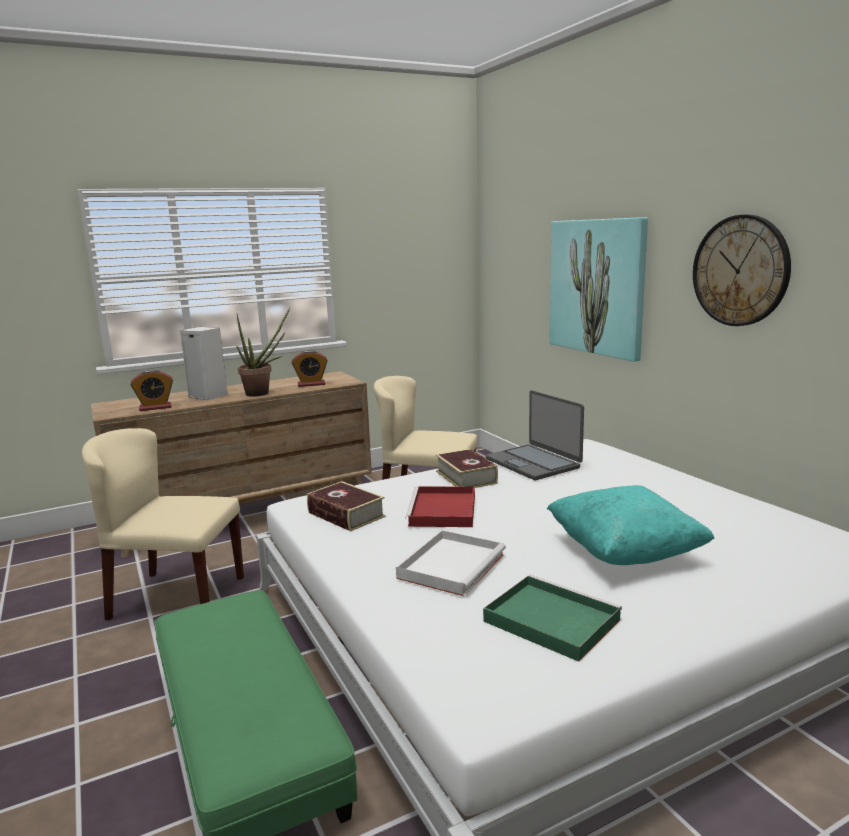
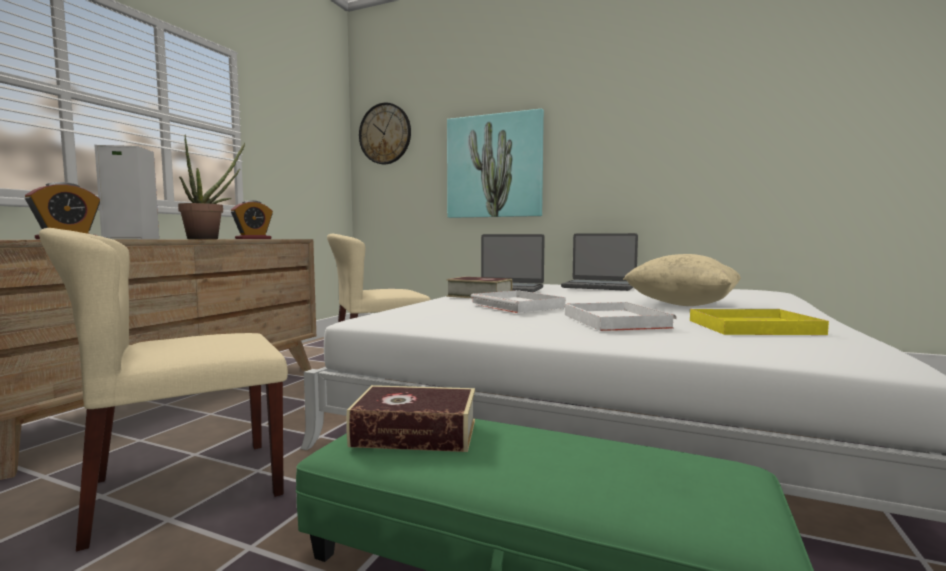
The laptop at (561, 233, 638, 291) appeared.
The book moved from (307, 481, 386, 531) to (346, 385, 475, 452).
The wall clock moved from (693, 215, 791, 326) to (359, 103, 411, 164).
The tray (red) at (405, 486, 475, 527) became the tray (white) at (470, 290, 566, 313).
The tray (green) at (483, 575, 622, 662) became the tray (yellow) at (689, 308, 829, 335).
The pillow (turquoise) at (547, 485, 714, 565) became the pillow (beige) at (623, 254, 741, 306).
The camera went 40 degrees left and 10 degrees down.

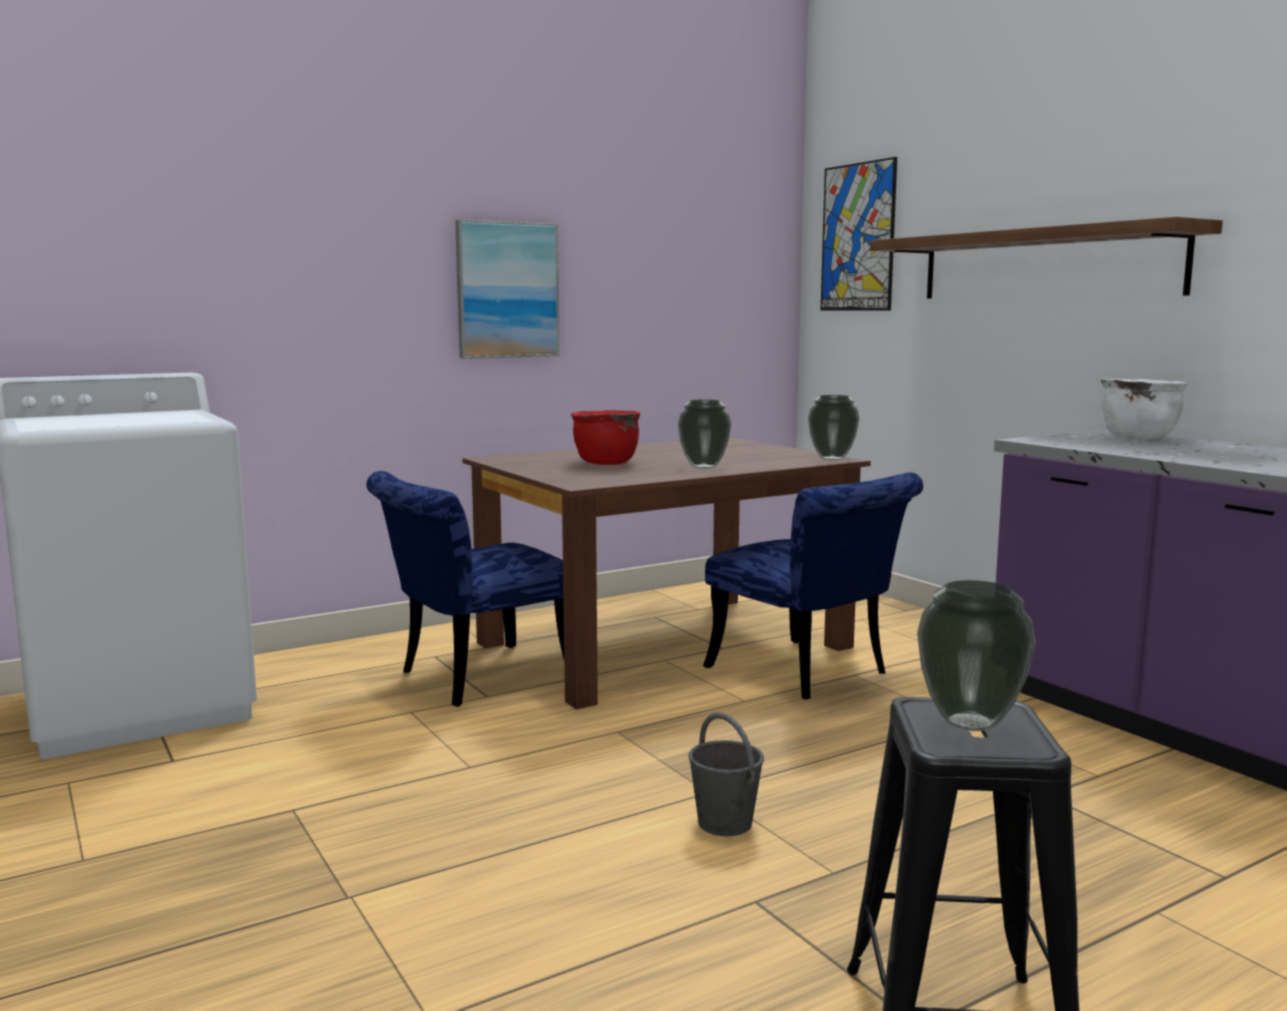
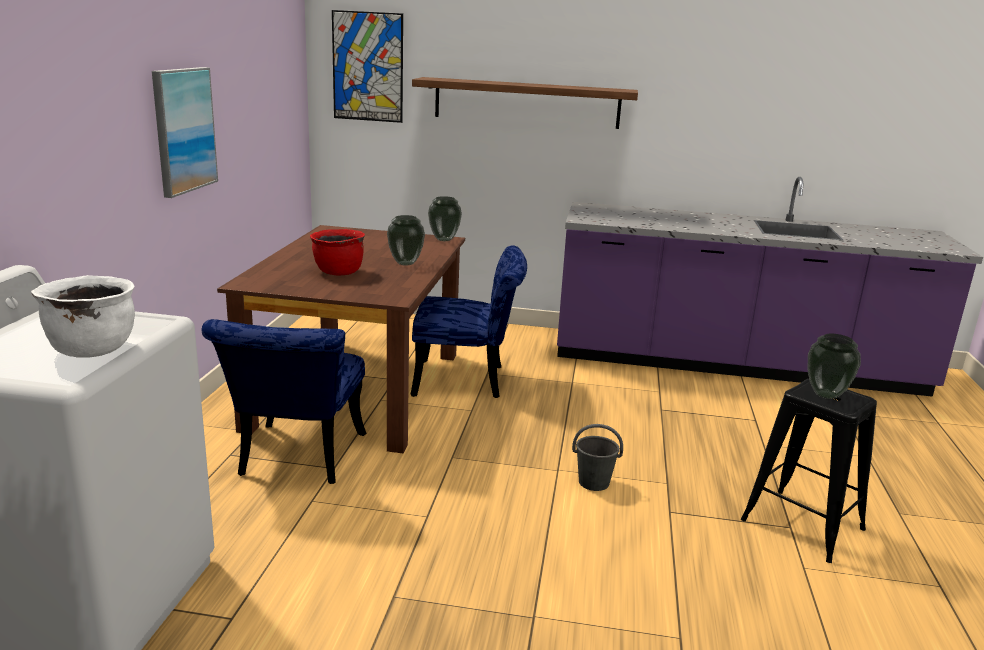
The cooking pot (white) moved from (1101, 379, 1187, 439) to (31, 275, 135, 358).
The camera went 50 degrees left and 10 degrees up.

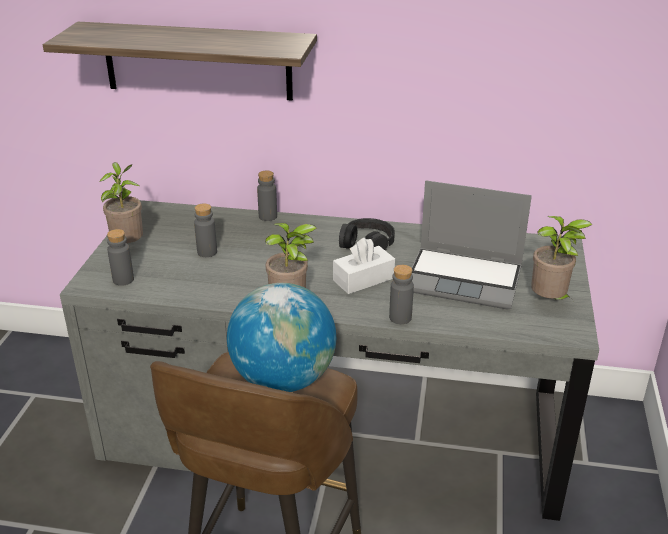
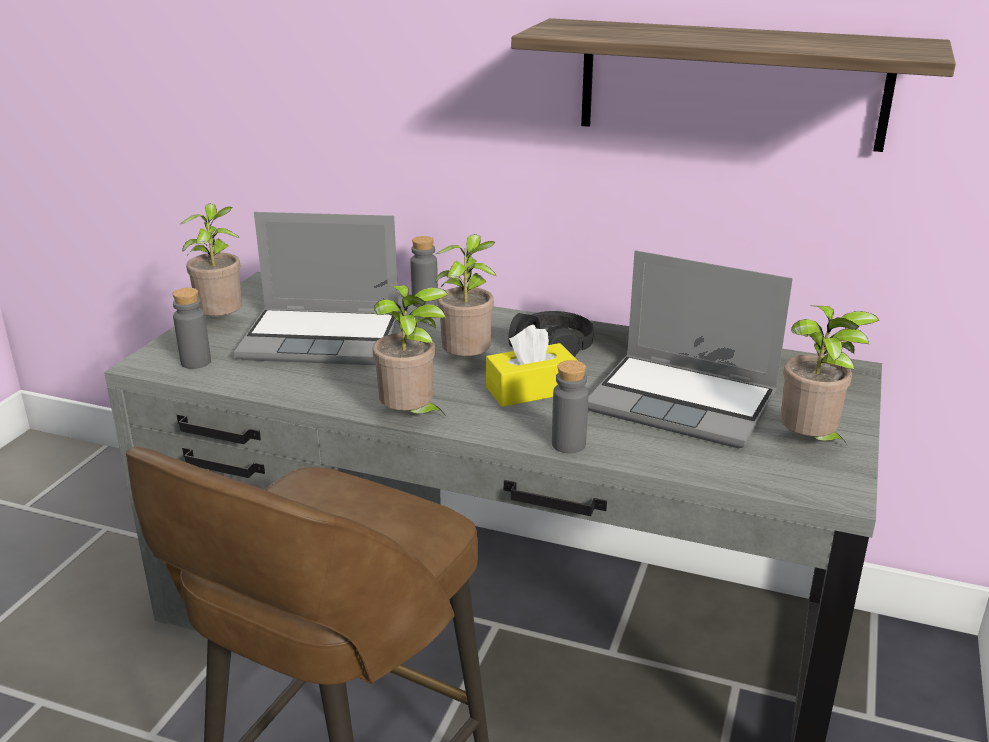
The globe at (227, 283, 336, 392) disappeared.
The potted plant at (435, 234, 497, 356) appeared.
The shelf moved from (43, 22, 317, 101) to (511, 18, 956, 152).
The bottle (grey) at (194, 204, 217, 257) was replaced by the laptop at (234, 212, 398, 365).
The tissue box (white) at (333, 238, 395, 294) became the tissue box (yellow) at (486, 325, 578, 407).
The camera went 10 degrees right and 5 degrees down.

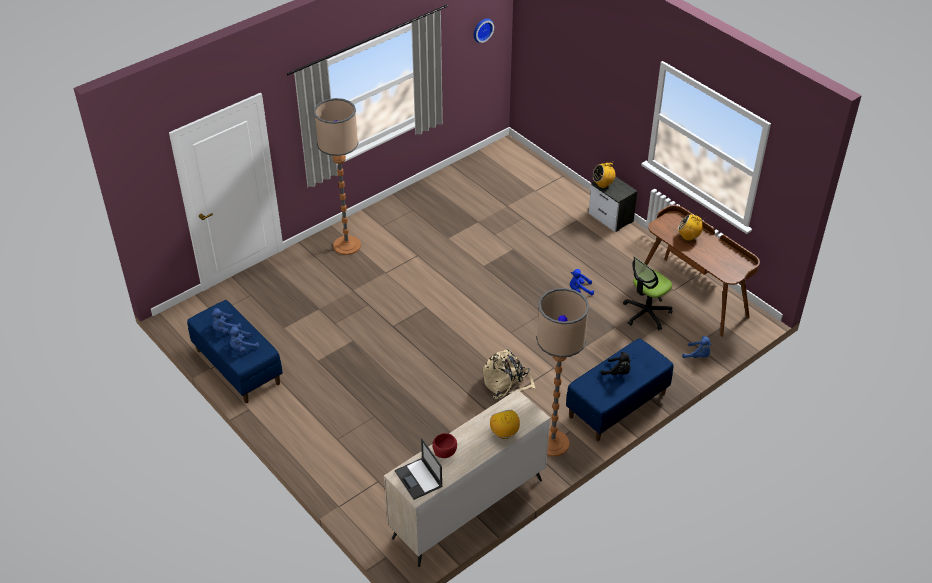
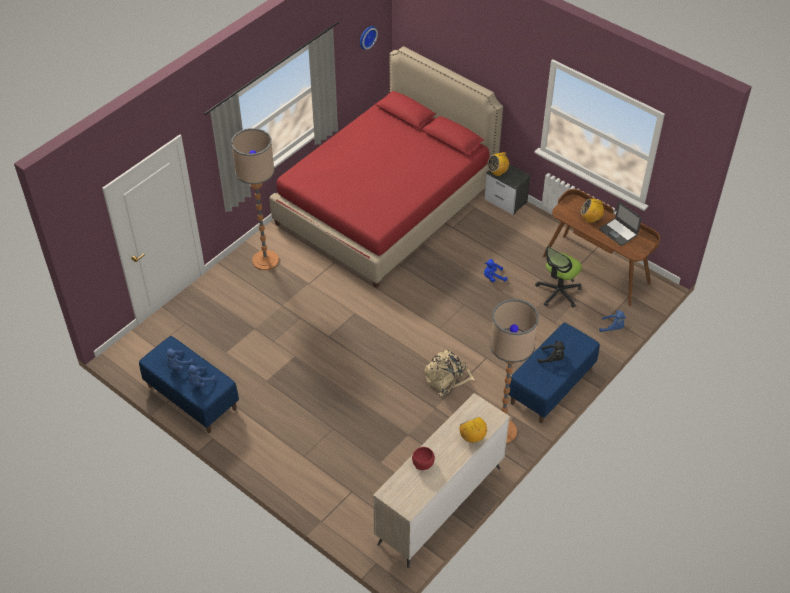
The bed (red) at (269, 46, 503, 288) appeared.
The laptop moved from (395, 438, 443, 500) to (599, 201, 642, 246).
The camera went 10 degrees left and 5 degrees up.

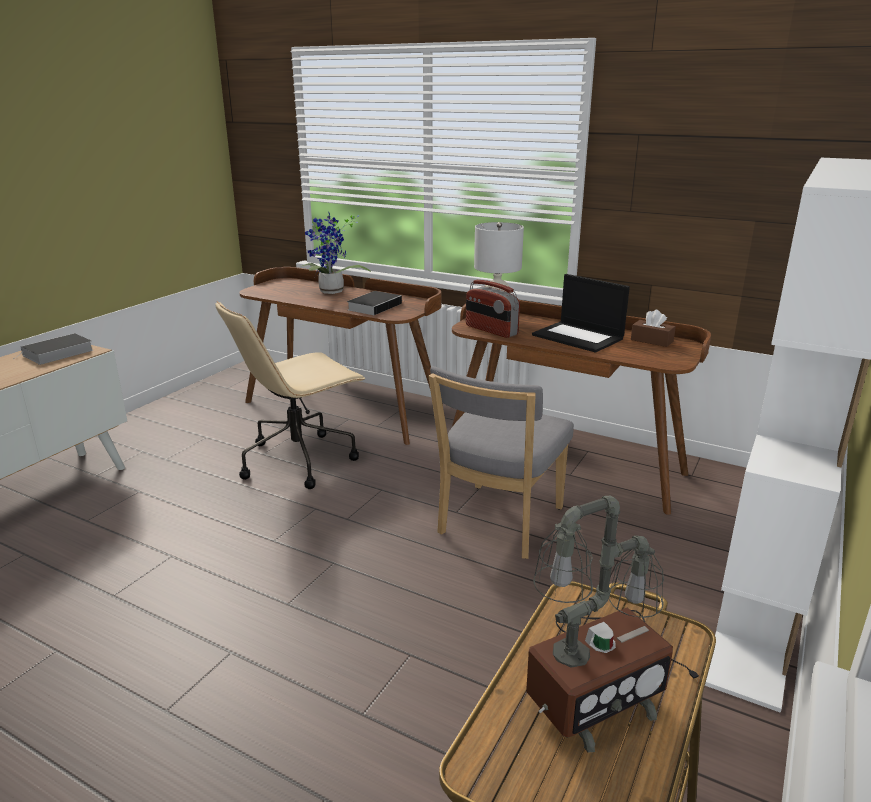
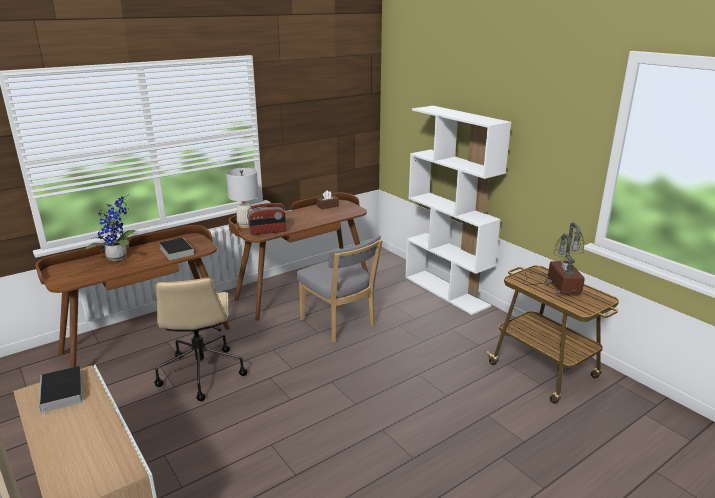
The laptop at (532, 274, 630, 353) disappeared.
The camera went 65 degrees left and 0 degrees up.

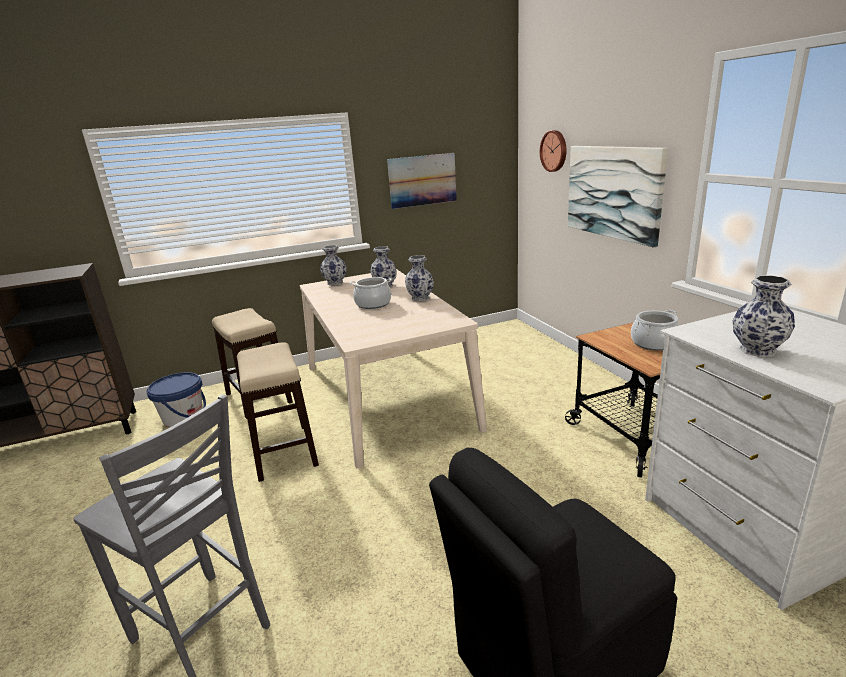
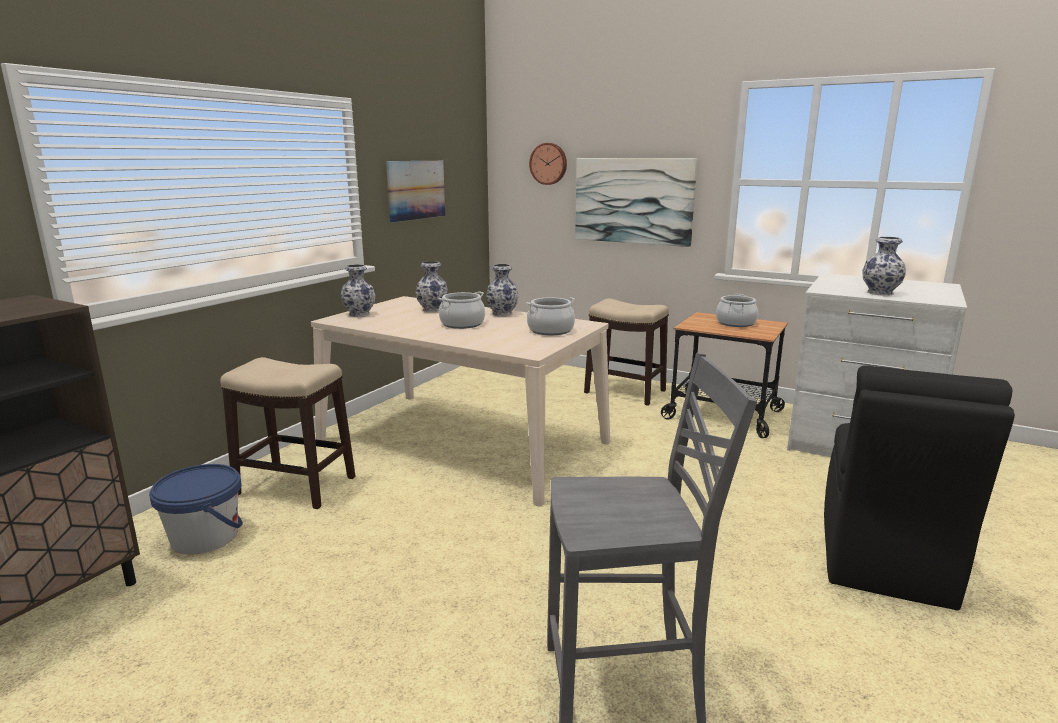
The cooking pot at (526, 297, 575, 335) appeared.
The stool moved from (237, 342, 319, 482) to (584, 299, 669, 406).
The camera went 40 degrees left and 5 degrees down.

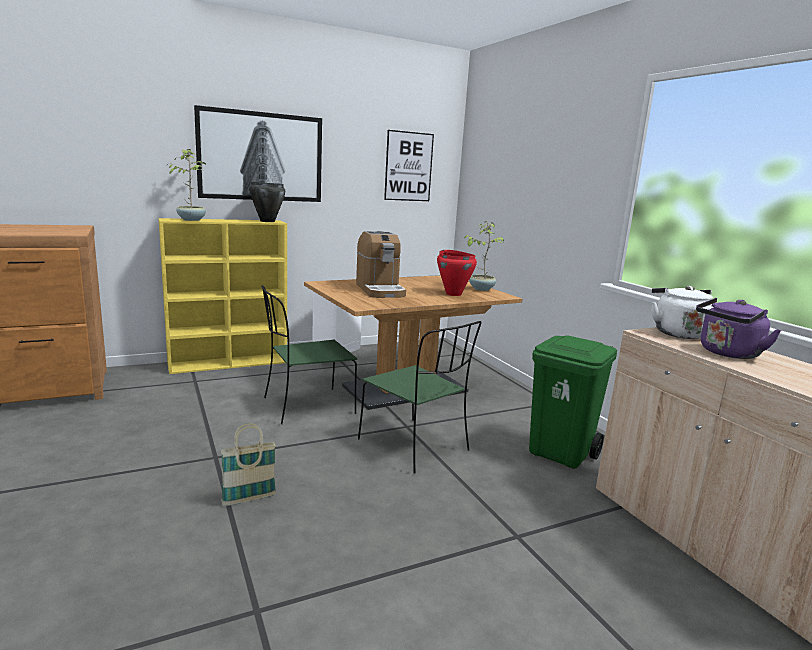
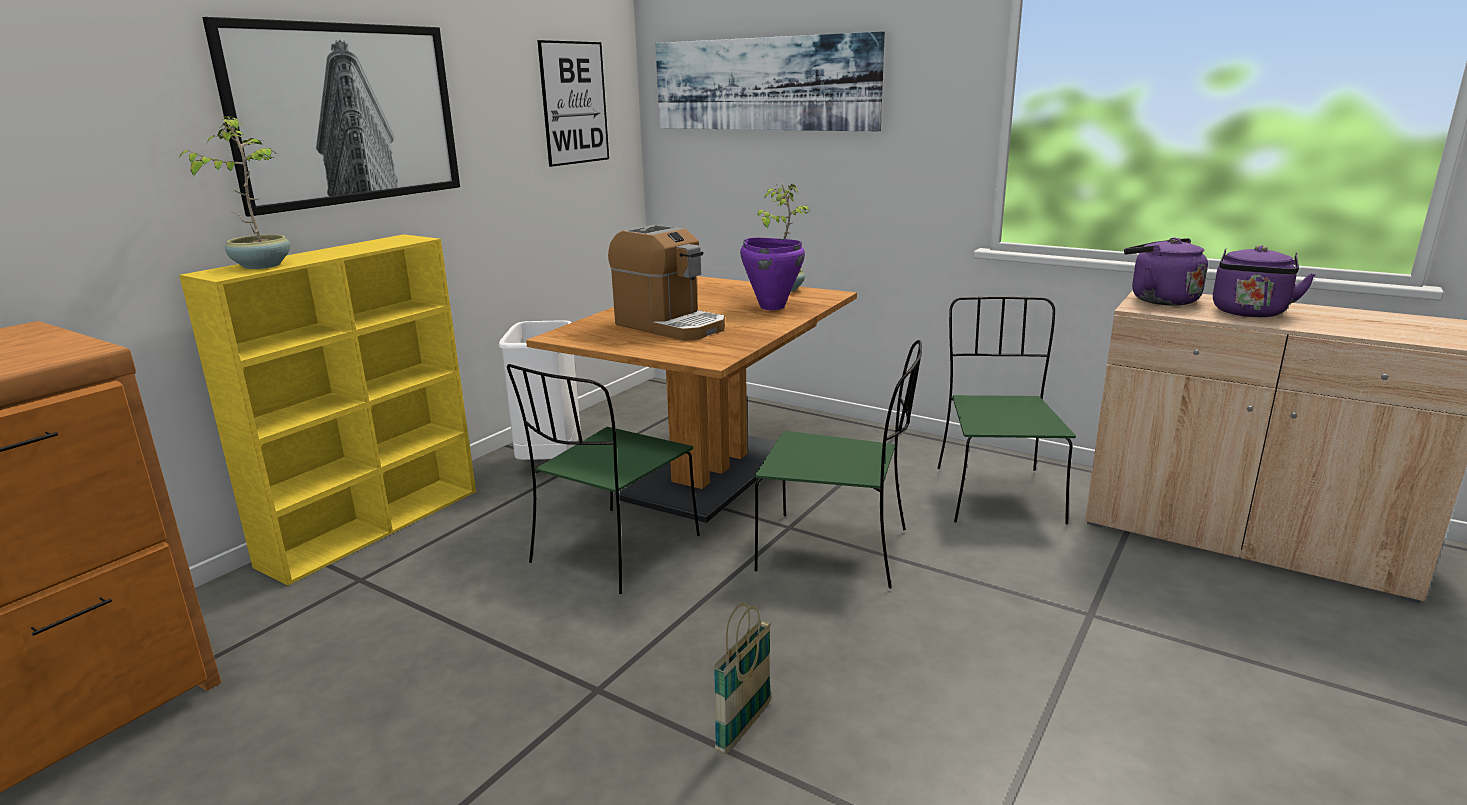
The cooking pot (black) at (249, 182, 285, 222) disappeared.
The picture at (655, 31, 885, 131) appeared.
The trash can (green) at (529, 335, 617, 469) was replaced by the chair (green) at (937, 296, 1076, 524).
The cooking pot (red) at (437, 250, 477, 296) became the cooking pot (purple) at (740, 238, 805, 310).
The kettle (white) at (651, 286, 713, 339) became the kettle (purple) at (1124, 238, 1208, 305).
The camera went 30 degrees left and 5 degrees up.

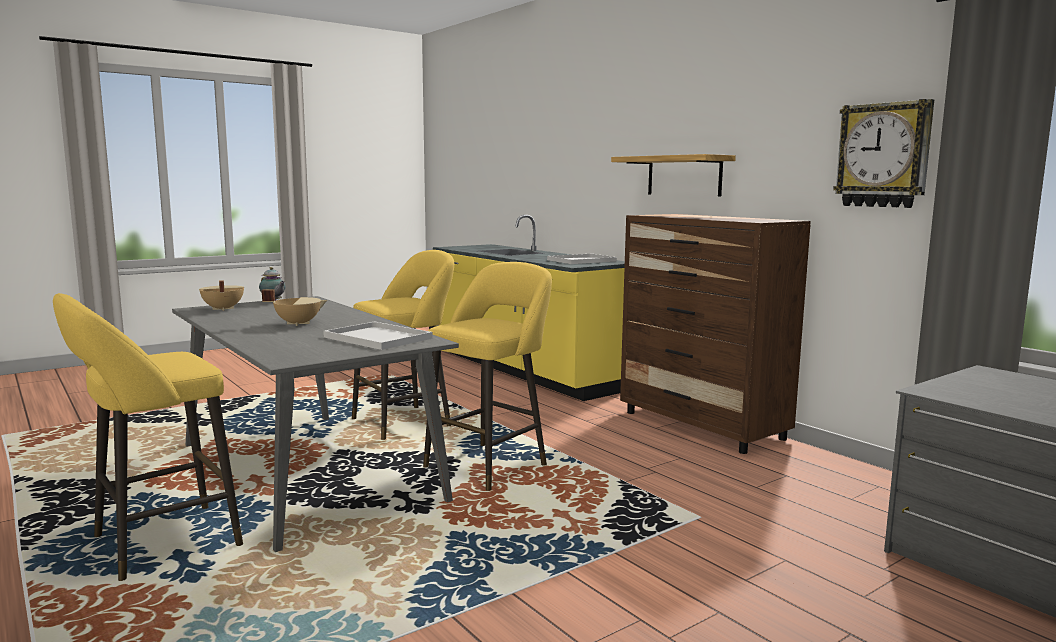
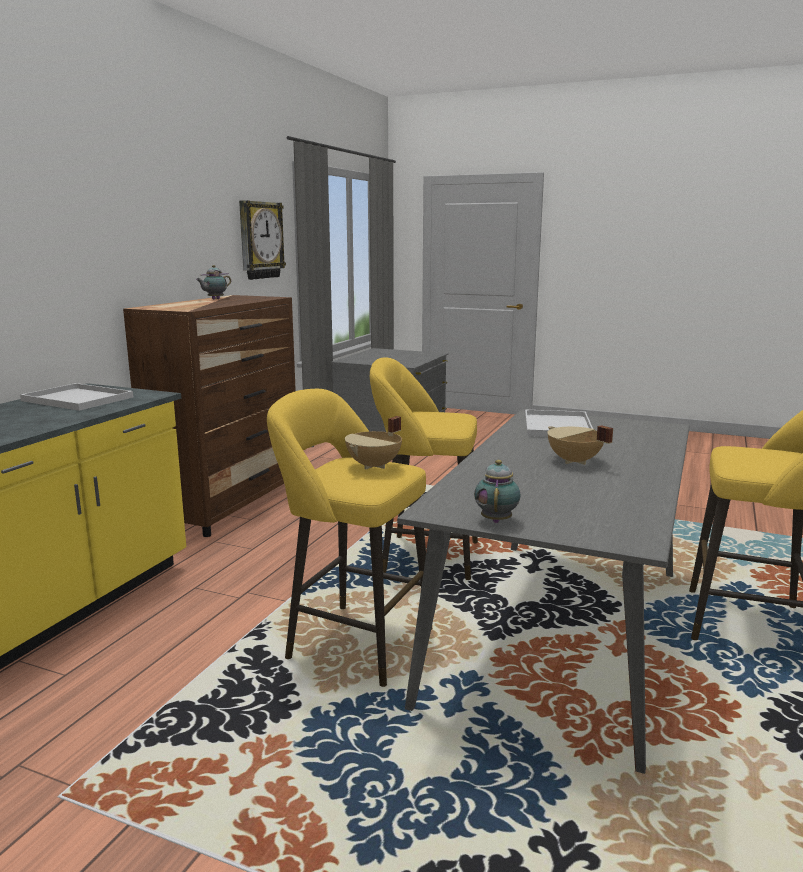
The shelf at (611, 154, 736, 196) disappeared.
The teapot at (196, 265, 231, 299) appeared.
The cooking pot (beige) moved from (199, 280, 244, 311) to (345, 416, 402, 469).
The camera went 120 degrees left and 5 degrees up.

